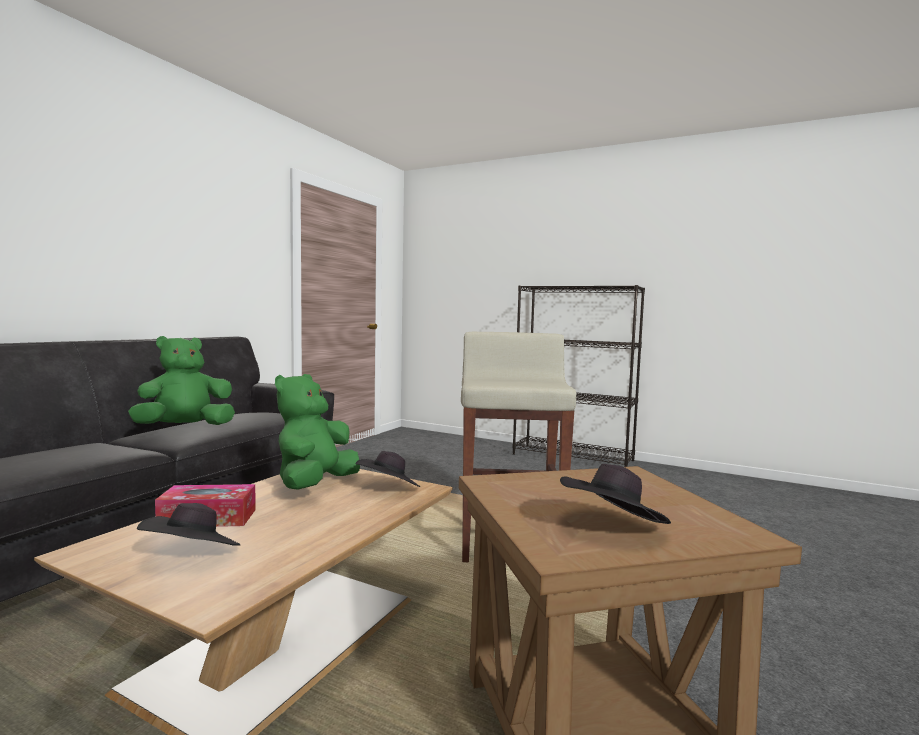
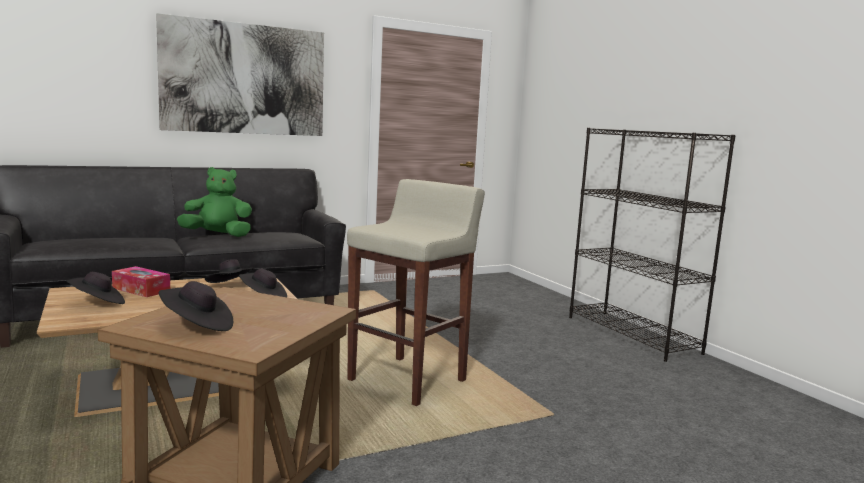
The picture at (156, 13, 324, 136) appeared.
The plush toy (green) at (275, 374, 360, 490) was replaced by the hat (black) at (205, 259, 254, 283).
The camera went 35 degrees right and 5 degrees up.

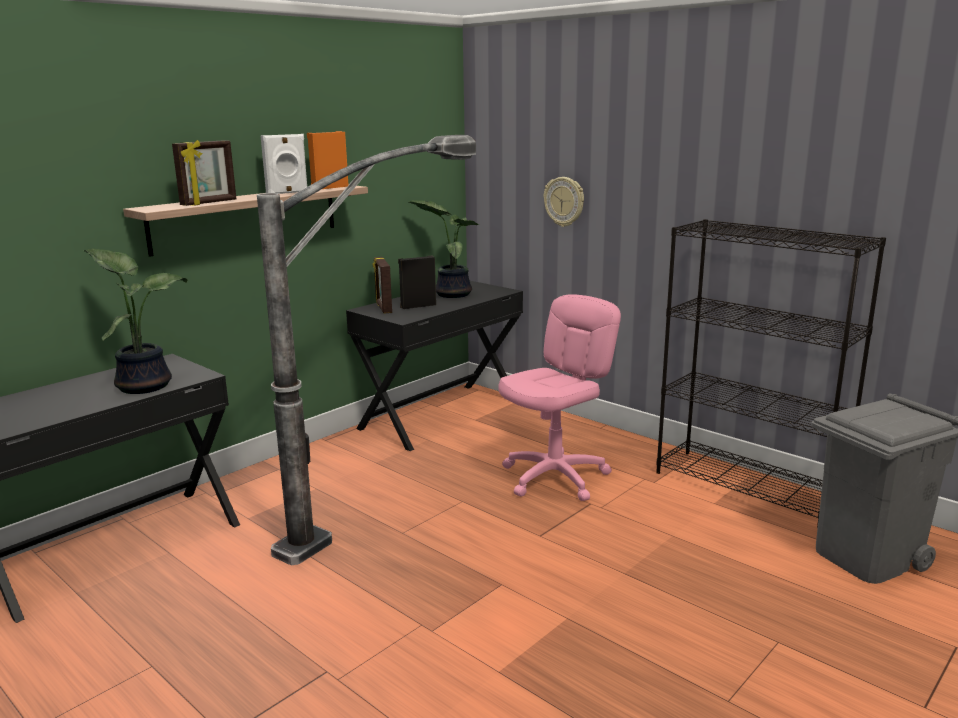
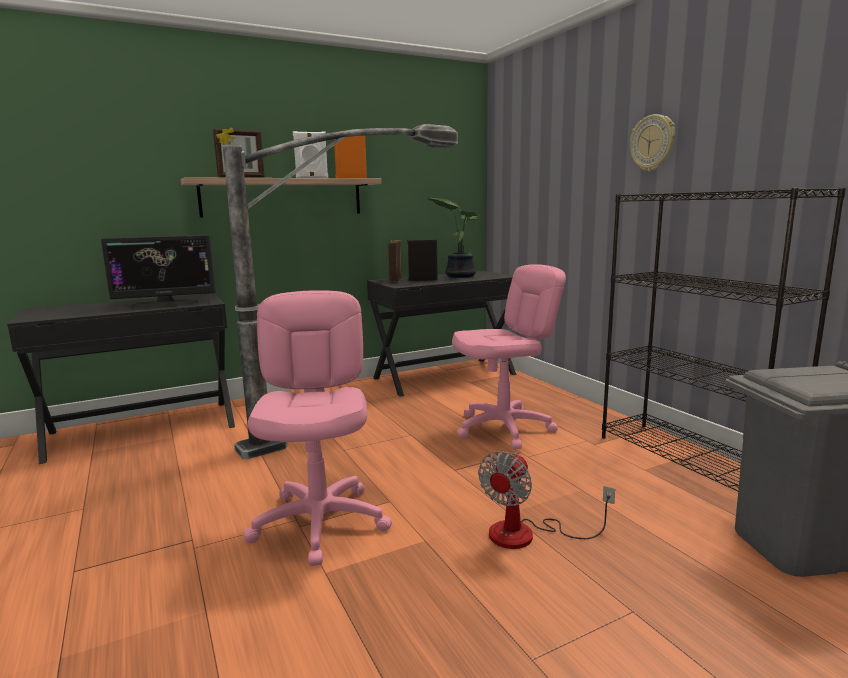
The office chair (pink) at (243, 290, 392, 566) appeared.
The fan at (478, 451, 615, 549) appeared.
The wall clock moved from (544, 177, 584, 227) to (630, 114, 675, 171).
The potted plant at (84, 248, 187, 394) was replaced by the monitor at (101, 235, 216, 308).
The camera went 20 degrees right and 5 degrees down.

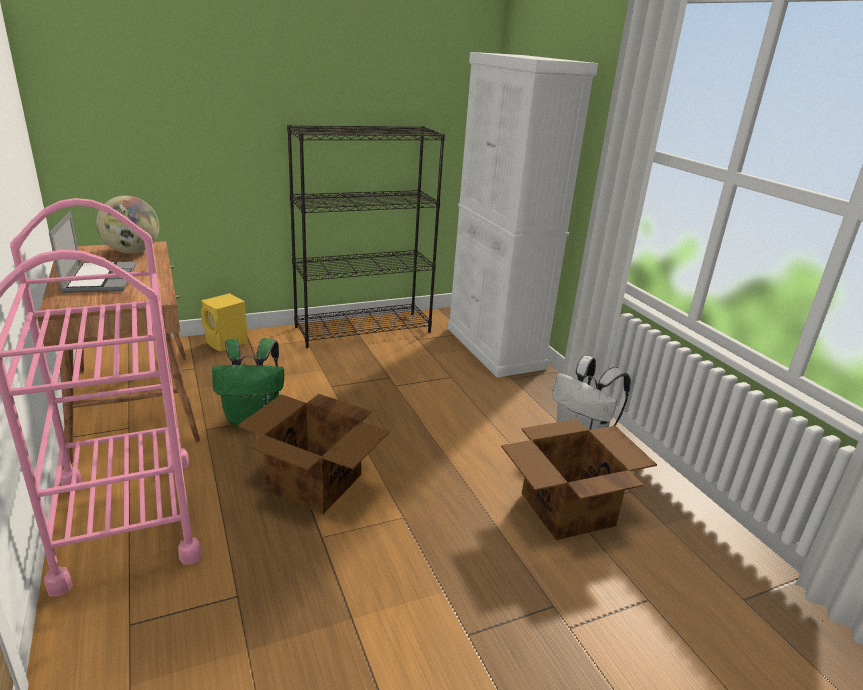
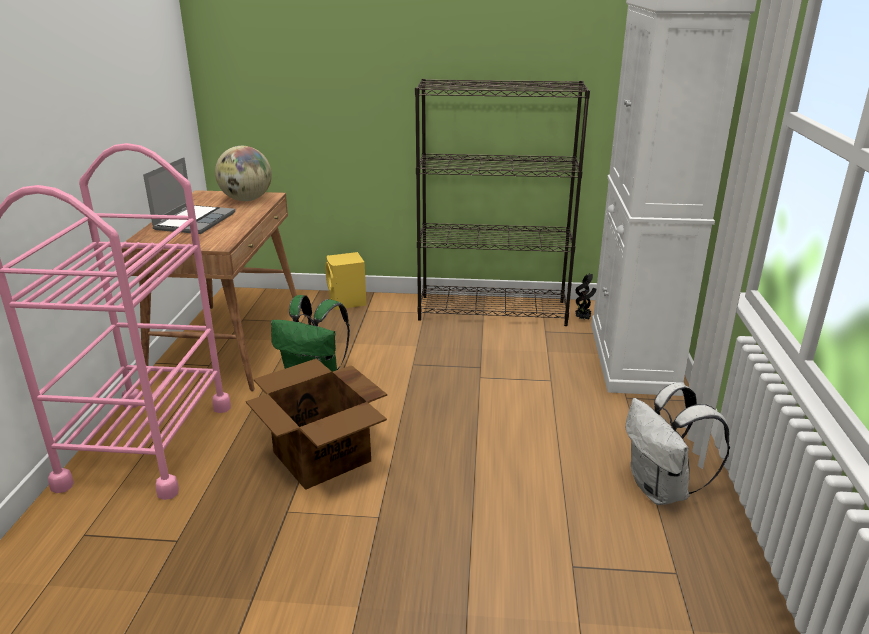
The cardboard box at (501, 419, 657, 540) disappeared.
The potted plant at (575, 273, 596, 320) appeared.
The camera went 30 degrees right and 0 degrees up.

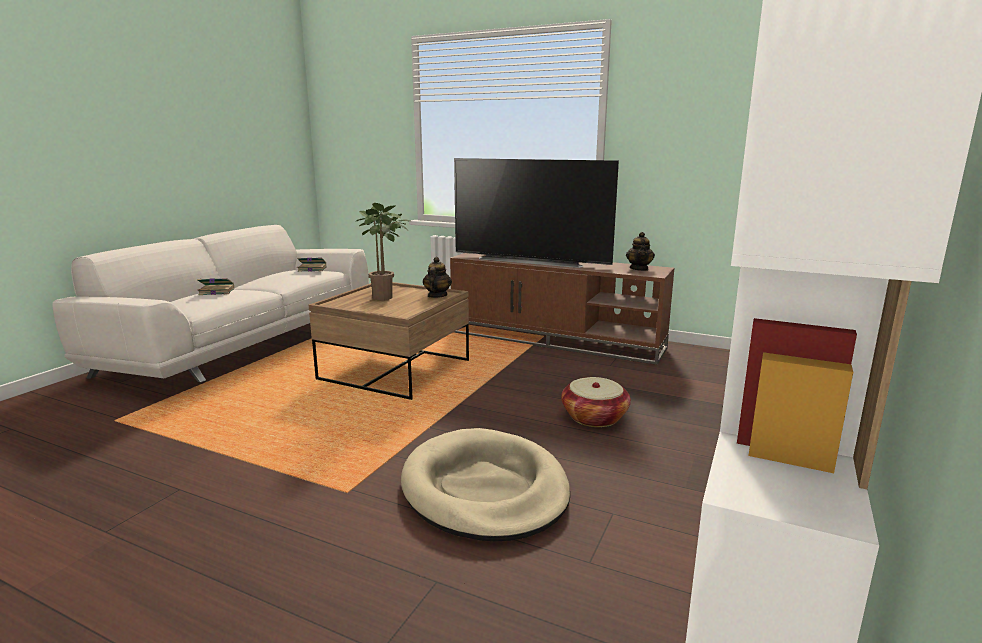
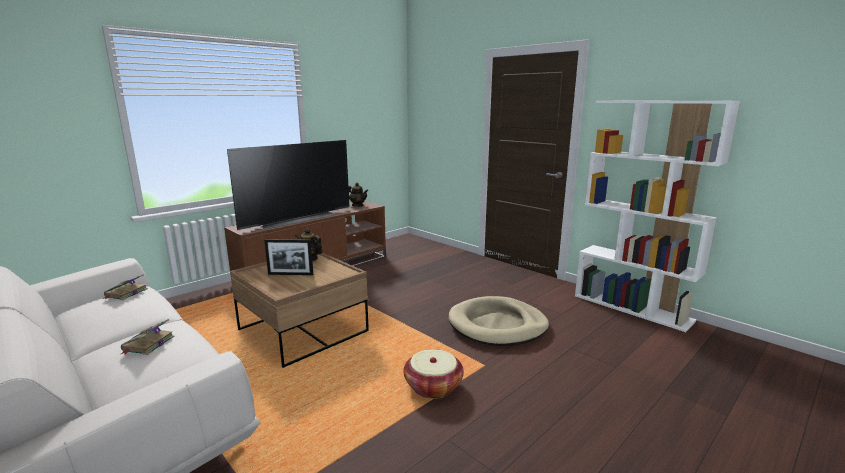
The basket moved from (561, 377, 631, 427) to (404, 349, 464, 399).
The potted plant at (355, 203, 411, 300) was replaced by the picture frame at (264, 239, 313, 275).
The camera went 70 degrees left and 0 degrees up.

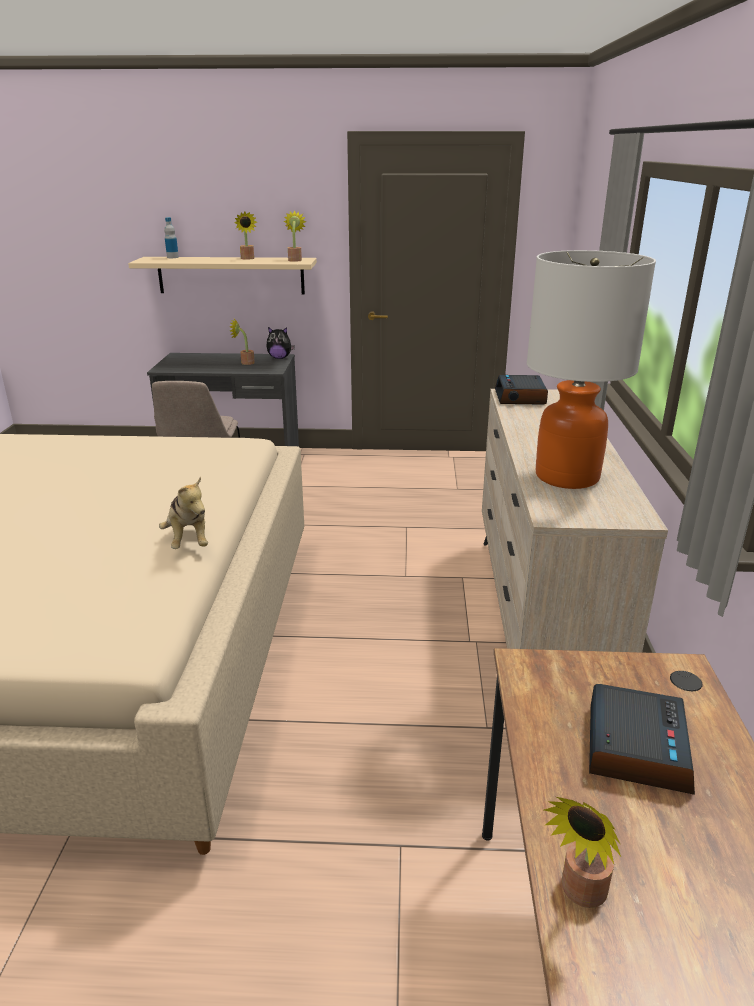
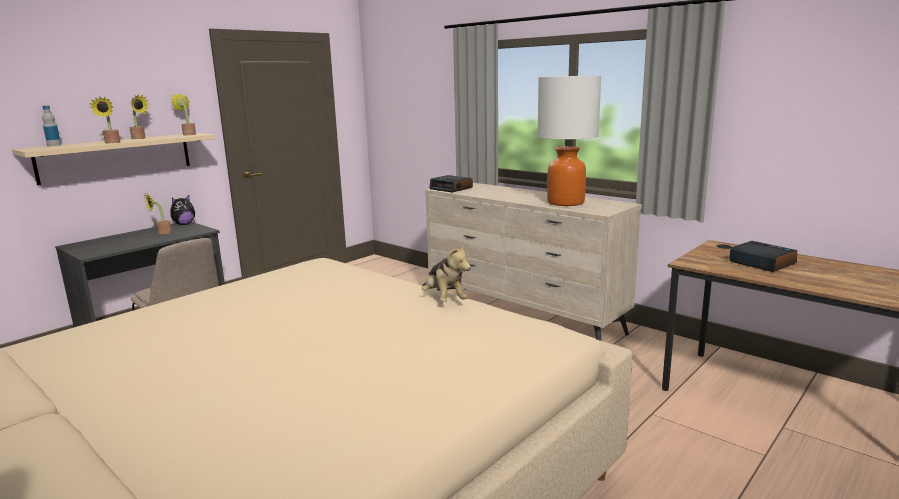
The potted plant moved from (544, 797, 621, 908) to (89, 96, 120, 143).
The plush toy at (159, 477, 208, 549) turned 45 degrees clockwise.
The camera went 50 degrees left and 10 degrees down.

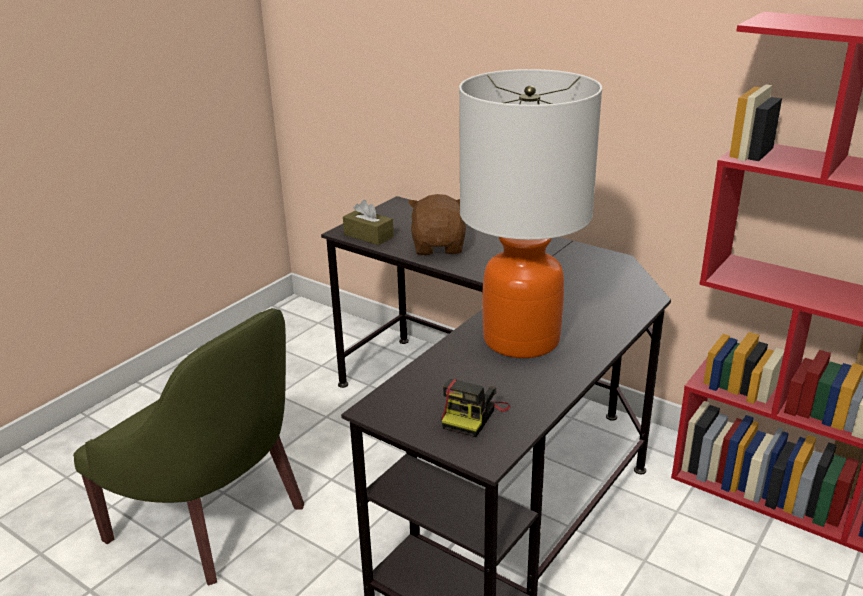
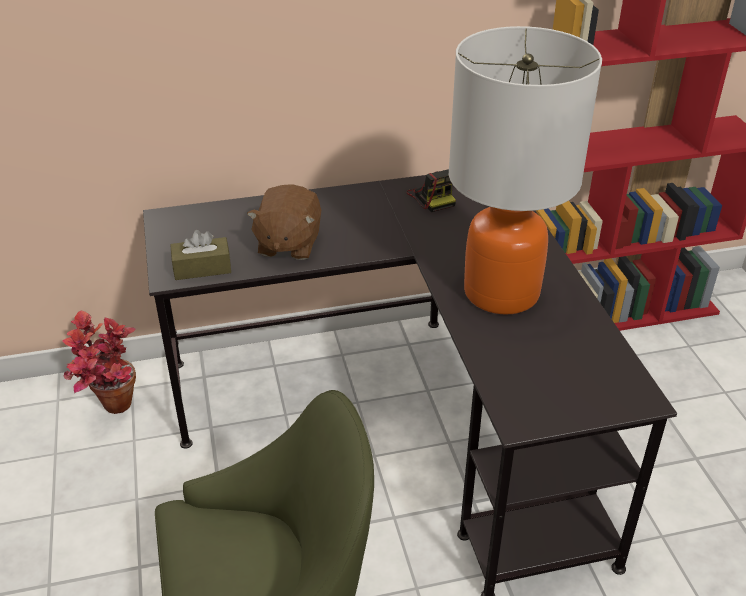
The potted plant at (62, 311, 136, 414) appeared.
The photo camera moved from (441, 379, 510, 437) to (407, 169, 456, 212).
The plush toy (brown) at (408, 194, 466, 255) turned 120 degrees counterclockwise.
The camera went 50 degrees left and 10 degrees up.

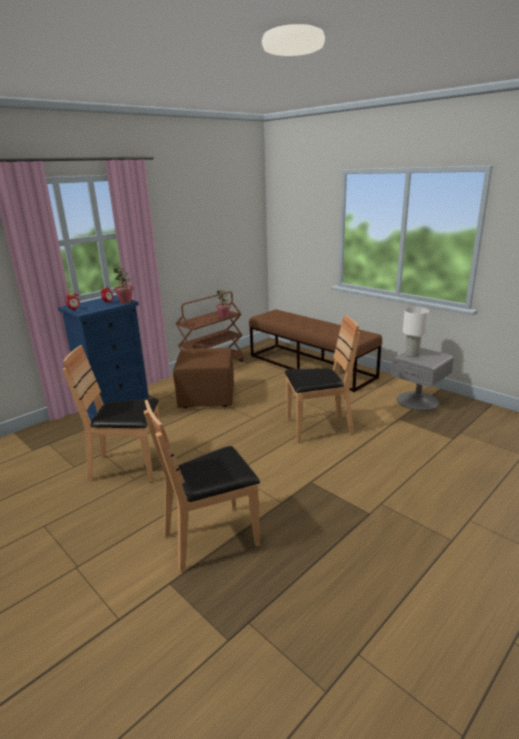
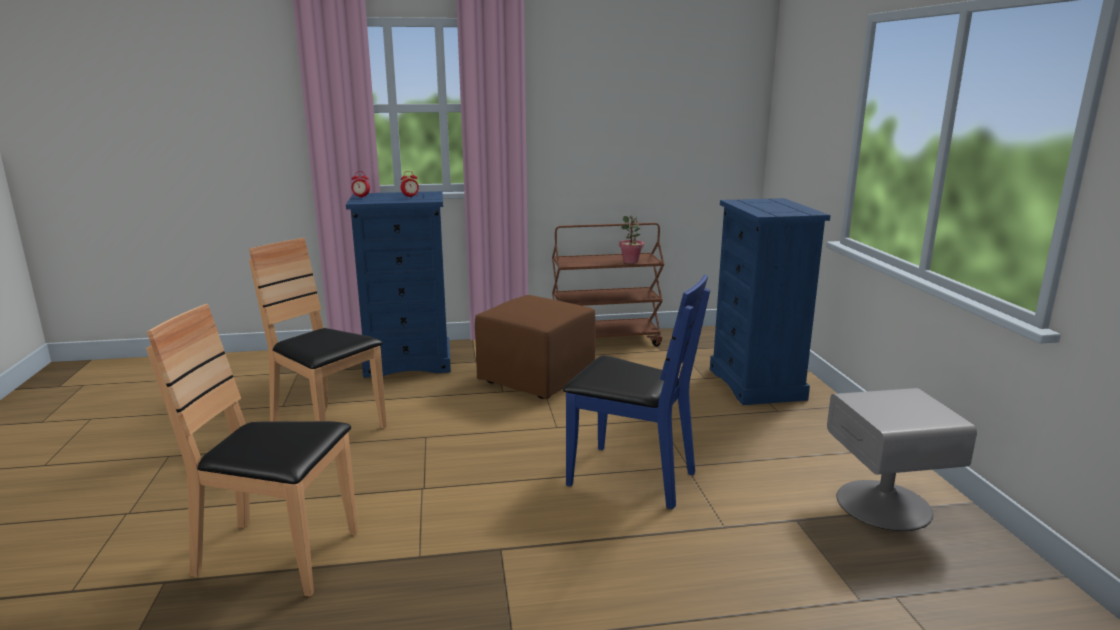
The potted plant at (113, 267, 133, 304) disappeared.
The table lamp (white) at (403, 307, 429, 357) disappeared.
The bench (brown) at (249, 309, 382, 392) was replaced by the dresser (blue) at (710, 198, 831, 405).
The chair (brown) at (285, 315, 360, 443) became the chair (blue) at (563, 274, 710, 510).
The camera went 35 degrees right and 5 degrees down.

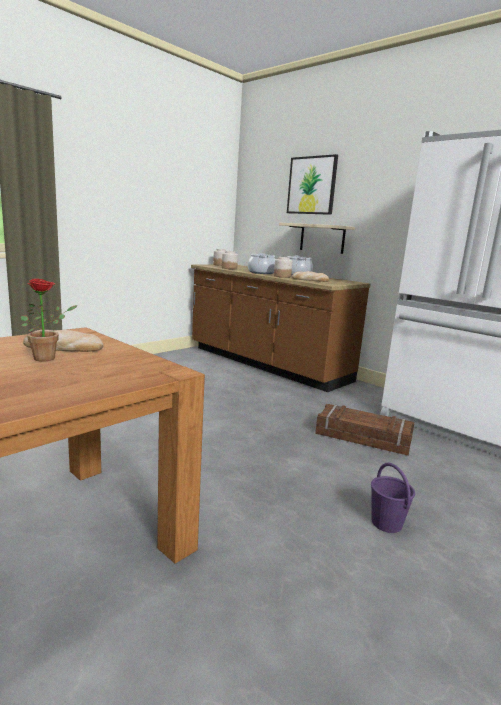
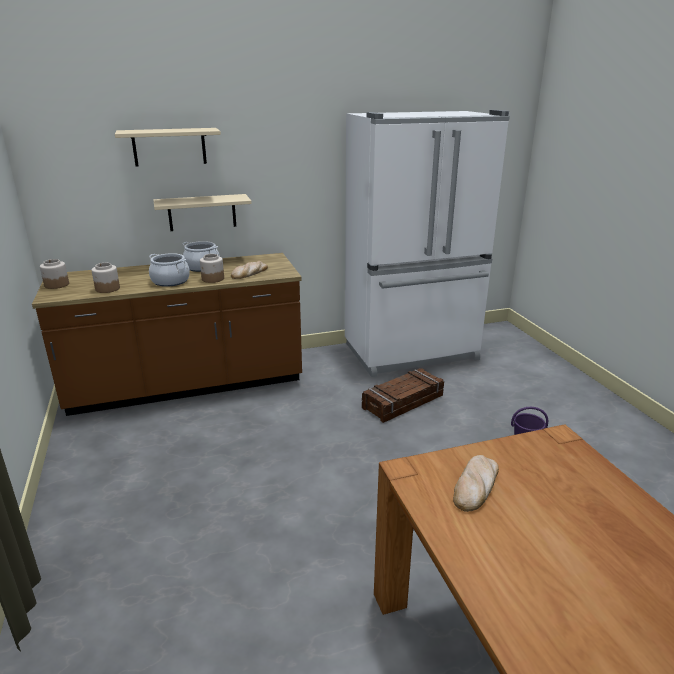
The potted plant at (20, 278, 78, 362) disappeared.
The picture at (287, 154, 338, 215) was replaced by the shelf (beige) at (115, 128, 221, 167).
The camera went 60 degrees left and 10 degrees up.

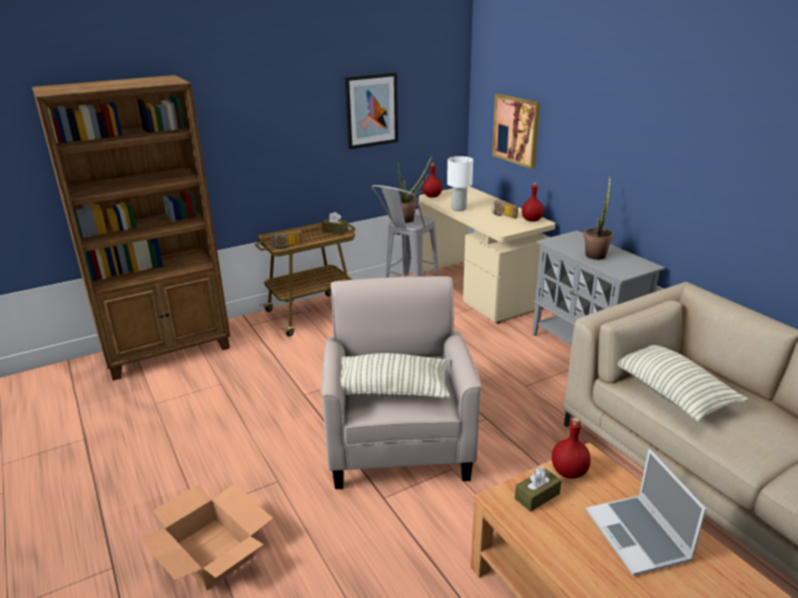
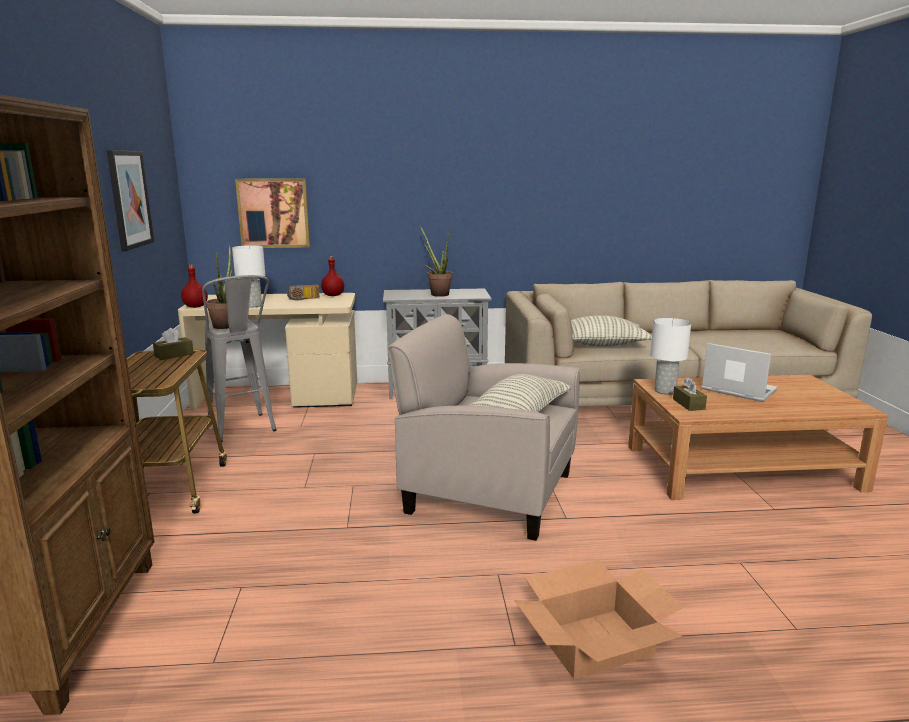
The radio at (271, 231, 303, 249) disappeared.
The bottle (red) at (552, 417, 591, 478) was replaced by the table lamp (white) at (650, 318, 691, 394).
The laptop at (586, 449, 706, 576) turned 150 degrees counterclockwise.
The camera went 65 degrees left and 10 degrees down.

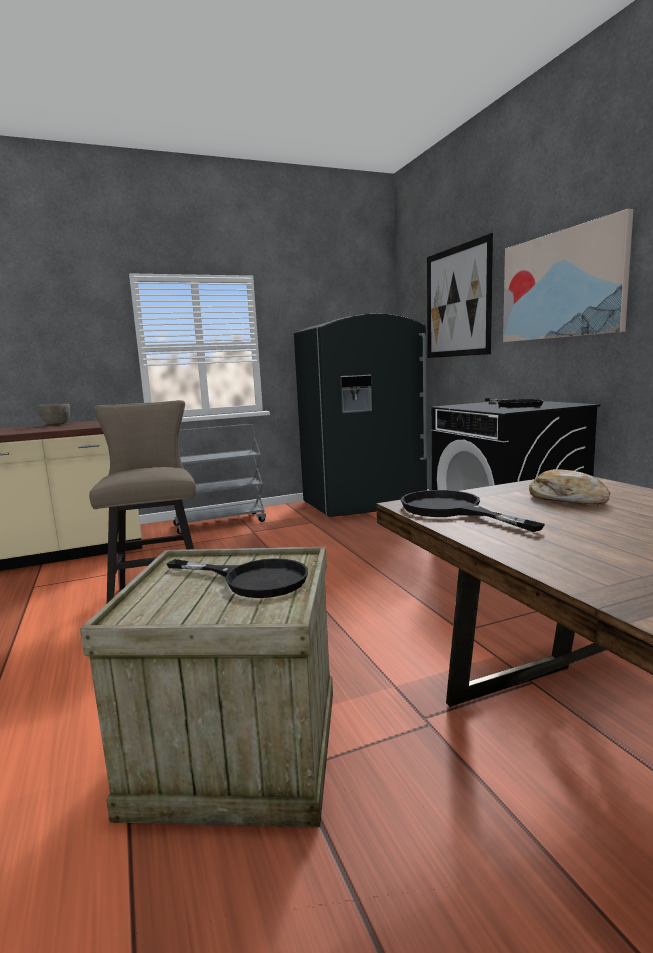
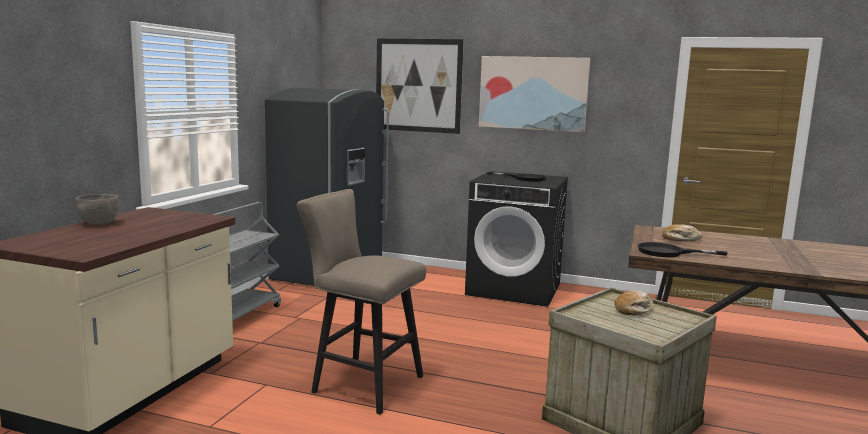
The frying pan (black) at (166, 558, 308, 598) was replaced by the bread at (615, 291, 653, 316).
The camera went 50 degrees left and 0 degrees up.

